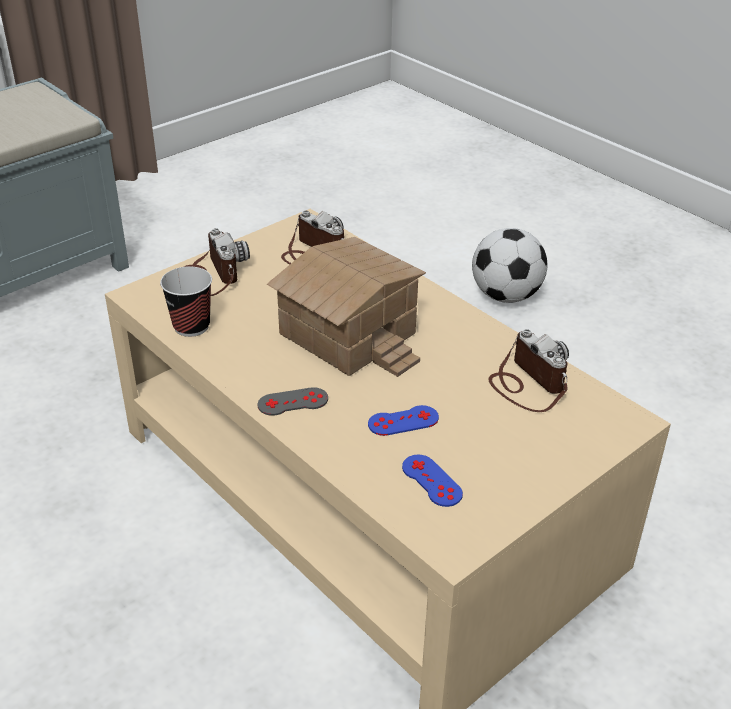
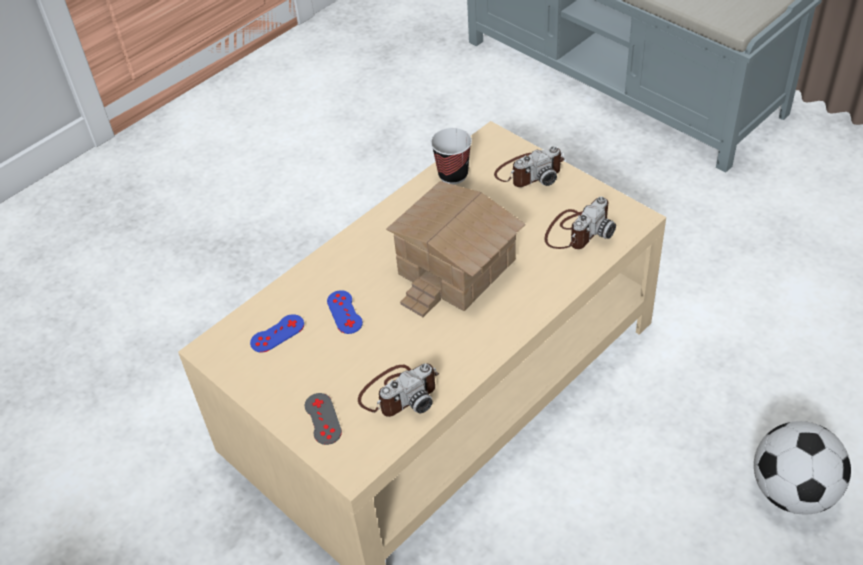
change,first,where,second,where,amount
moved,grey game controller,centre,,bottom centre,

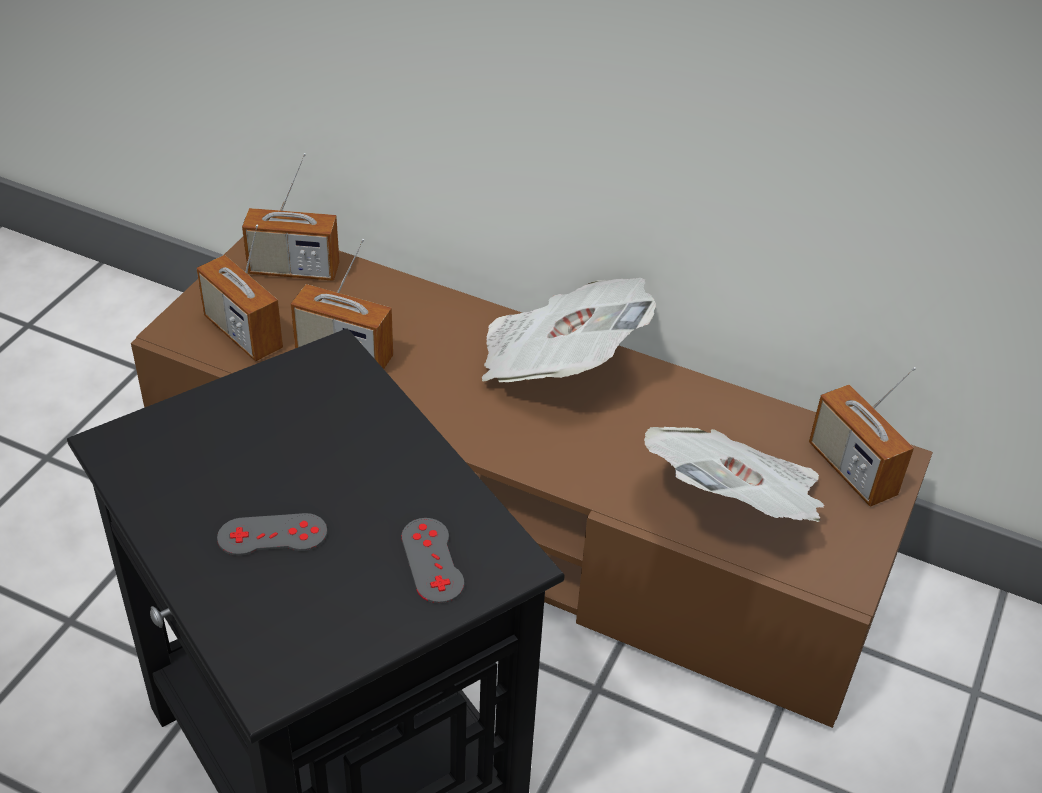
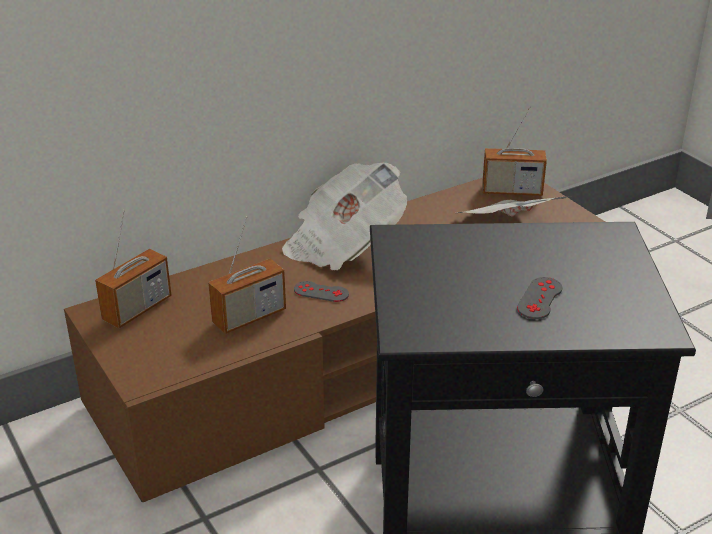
change,first,where,second,where,amount
moved,grey game controller (2nd from left in the first image),bottom centre,grey game controller (1st from left),centre,
removed,radio set (1st from left),middle left,,,

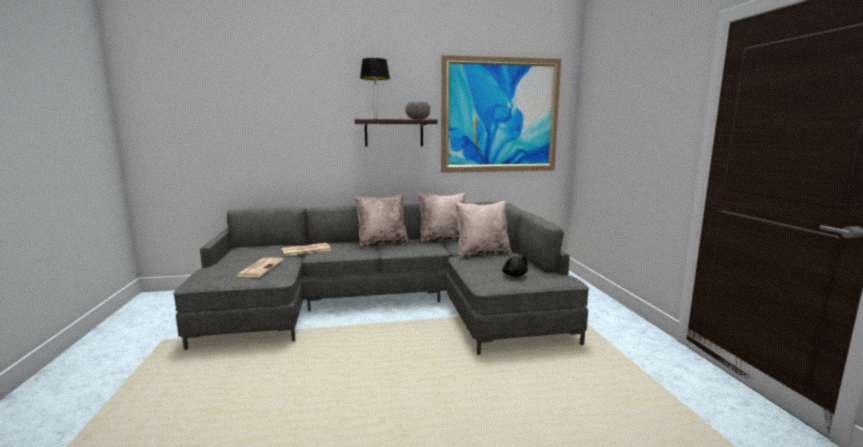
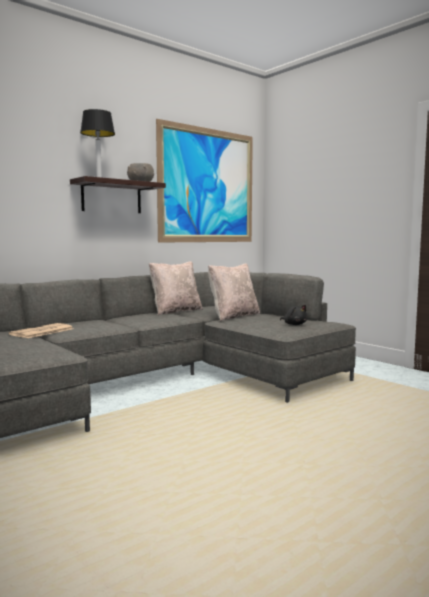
change,first,where,second,where,amount
removed,newspaper (1st from left),middle left,,,
removed,beige-coloured cushion (1st from left),centre,,,

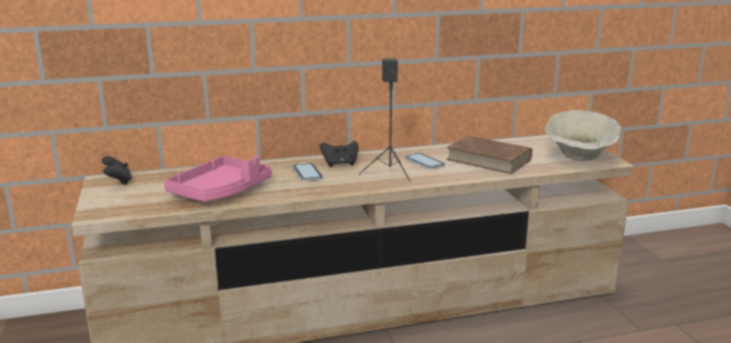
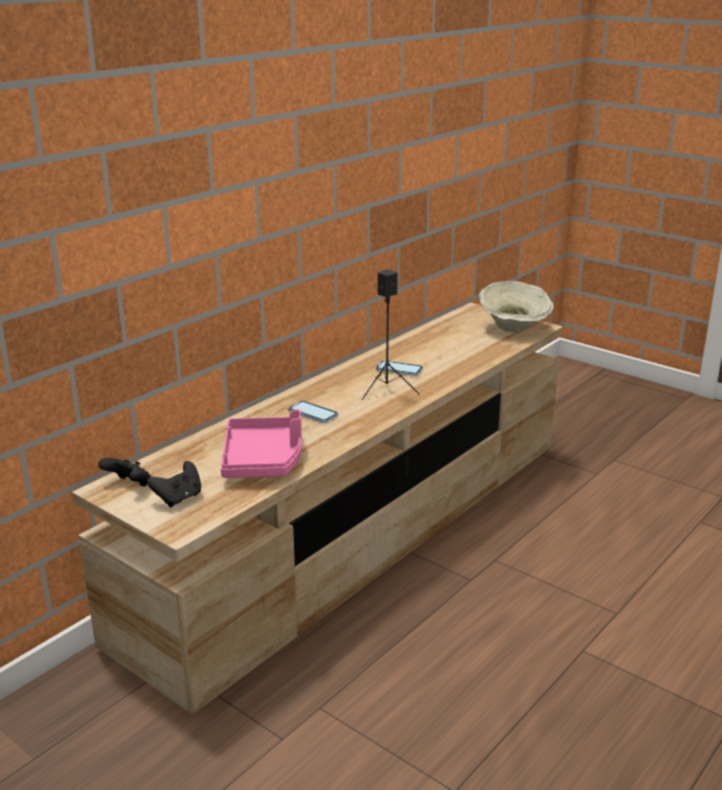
change,first,where,second,where,amount
moved,black-coloured game controller (2nd from left),centre,,middle left,
removed,brown-coloured volume,middle right,,,

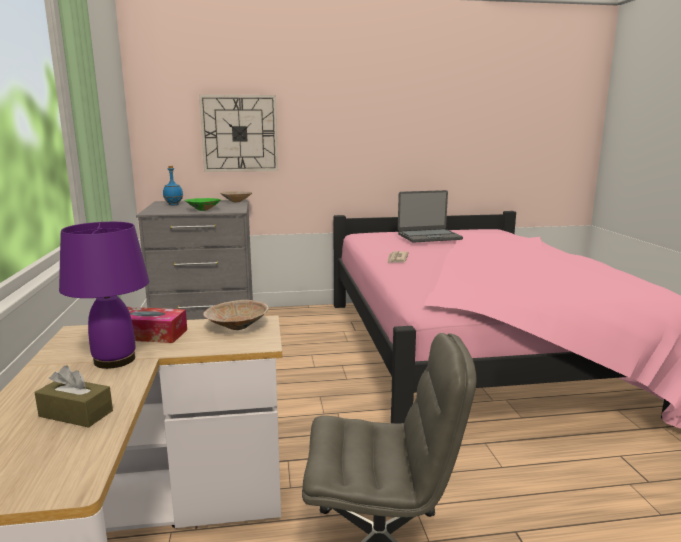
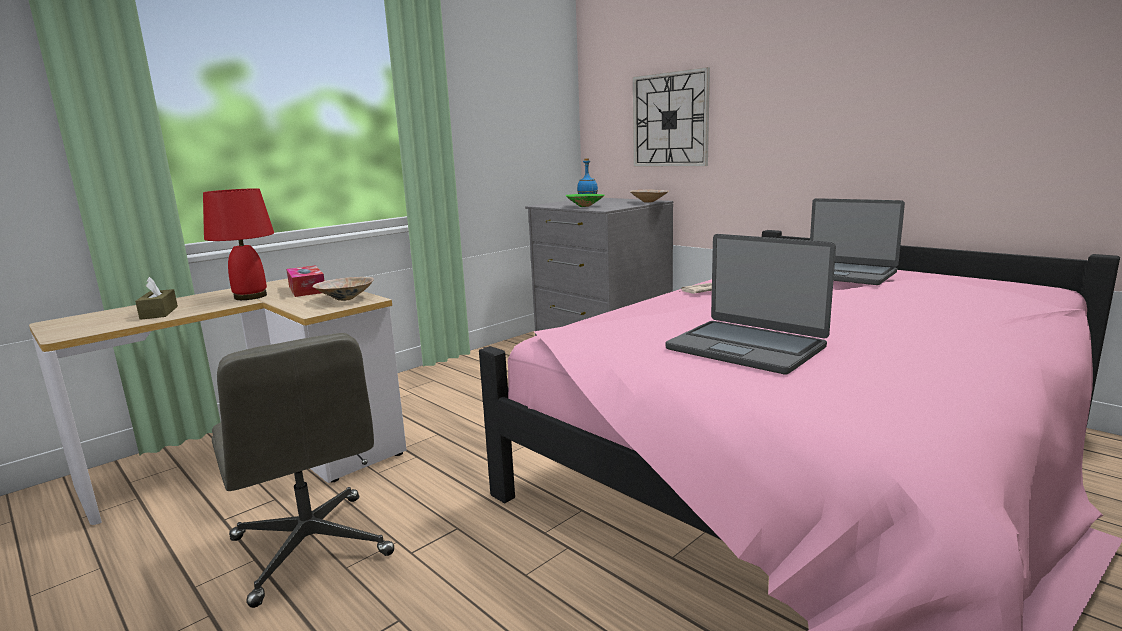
change,first,where,second,where,amount
recoloured,purple lamp for a table,middle left,red lamp for a table,middle left,
added,,,laptop (1st from left),middle right,

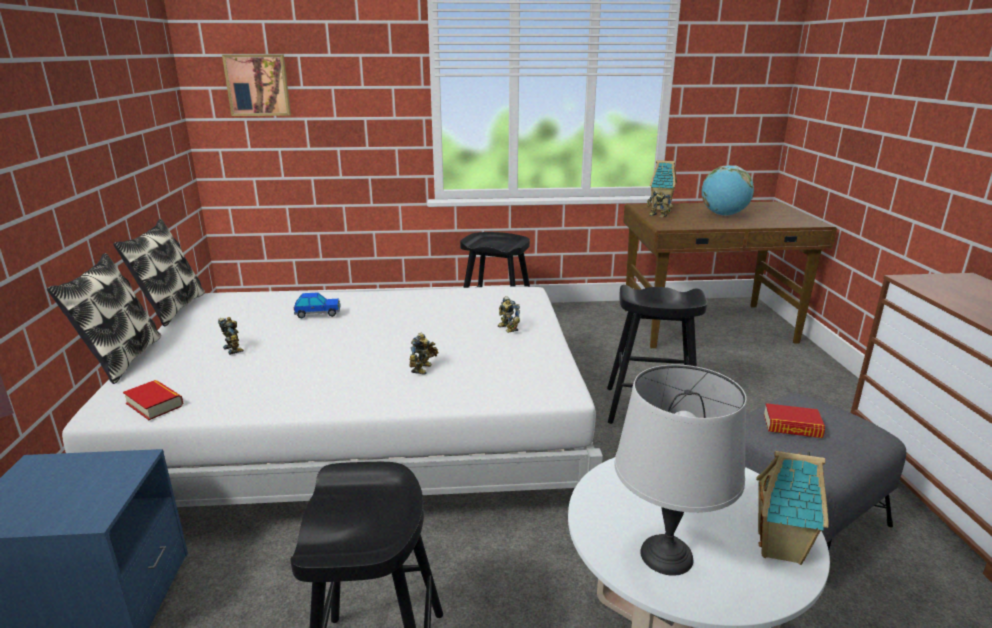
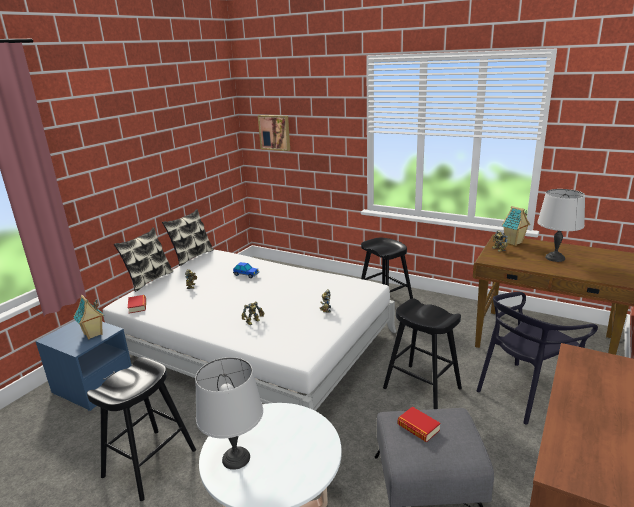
change,first,where,second,where,amount
moved,toy house (2nd from left in the first image),bottom right,toy house (1st from left),middle left,
added,,,black-coloured chair,bottom right,
replaced,globe,top right,grey lamp for a table (2nd from left),middle right,

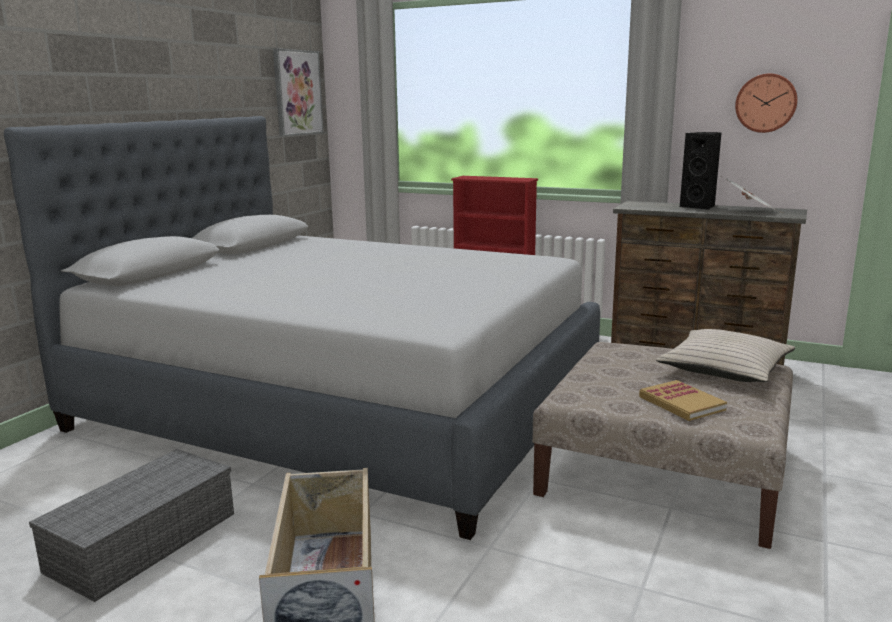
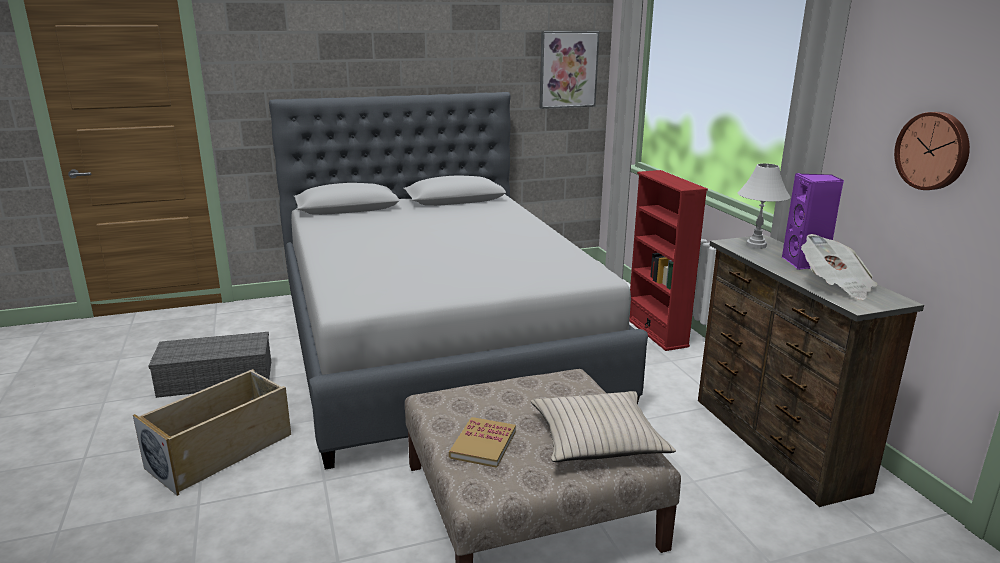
change,first,where,second,where,amount
added,,,white-coloured lamp for a table,middle right,
recoloured,black-coloured audio speaker,top right,purple audio speaker,middle right,

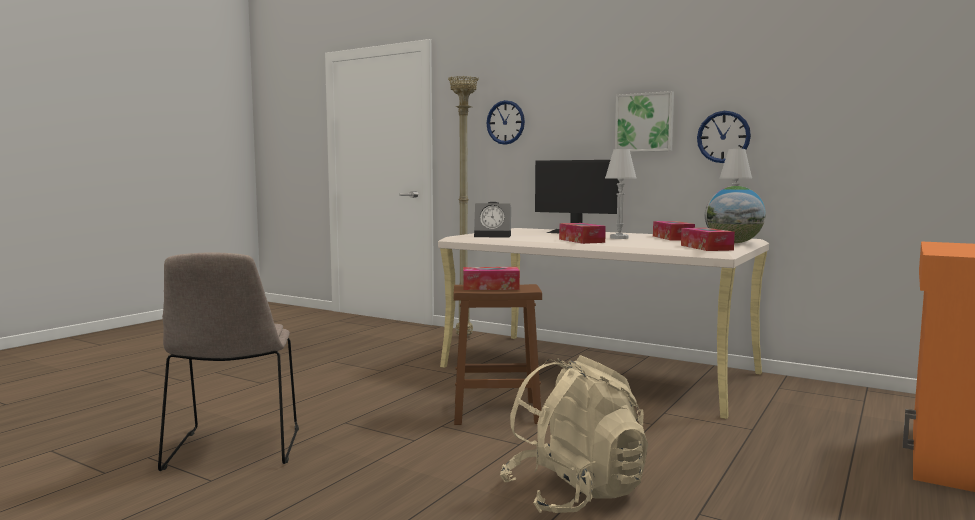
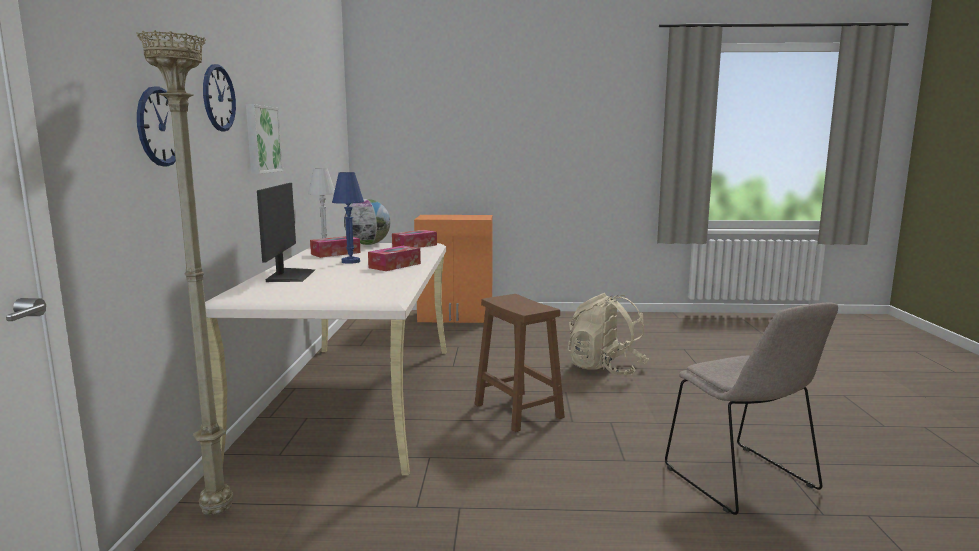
change,first,where,second,where,amount
moved,hanging clock (2nd from left),top right,,top left,
recoloured,white-coloured lamp for a table (1st from left),centre,bluish lamp for a table,centre,
turned,beige-coloured chair,bottom left,,bottom right,105 degrees clockwise
removed,box of tissues (1st from left),centre,,,
removed,table clock,centre,,,

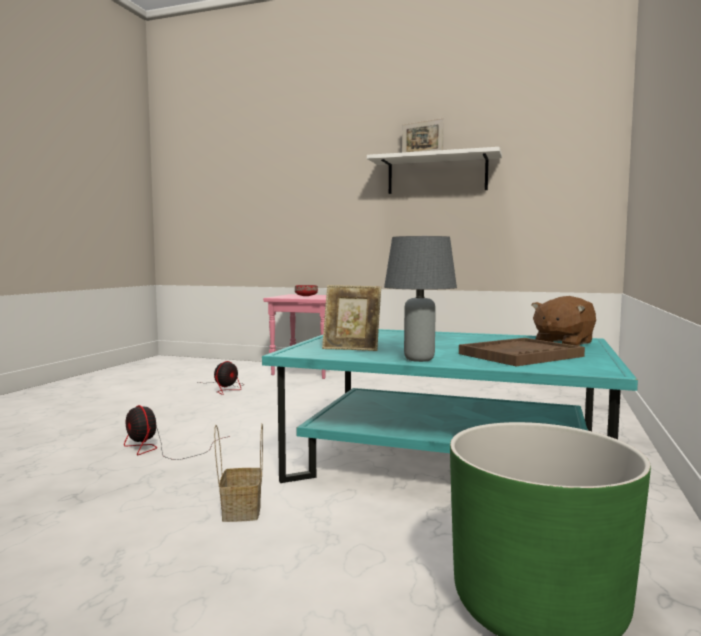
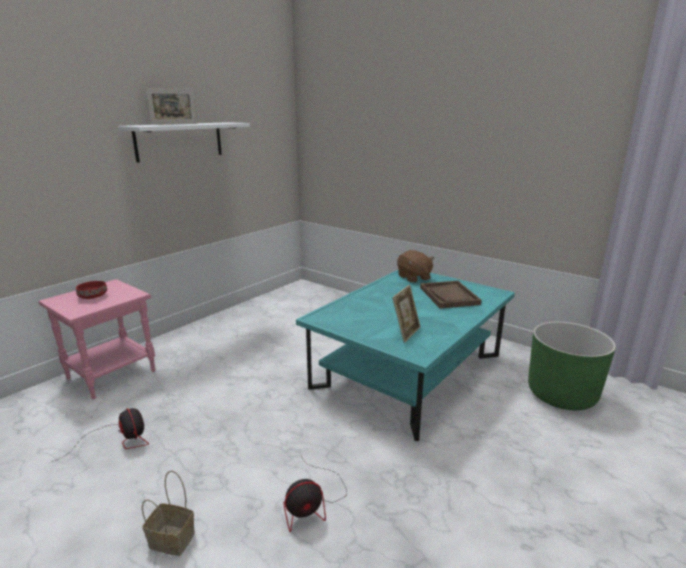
change,first,where,second,where,amount
moved,storage basket,bottom centre,,bottom left,
removed,grey lamp for a table,centre,,,

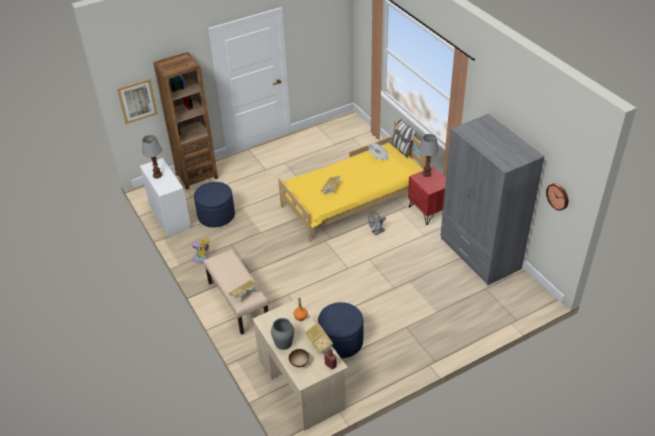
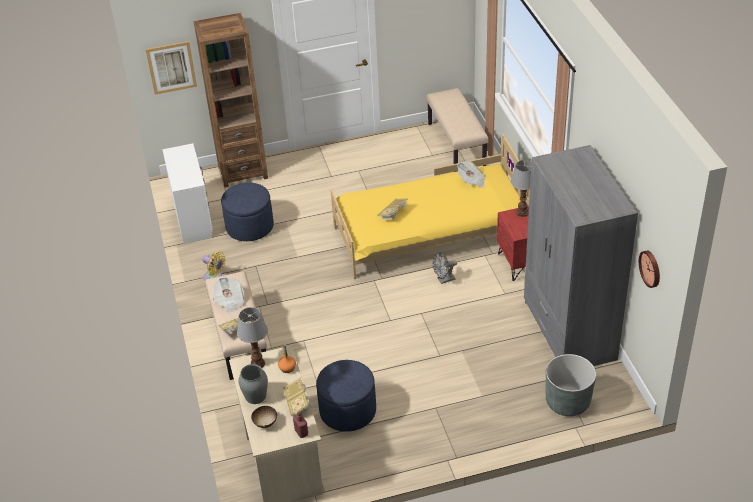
change,first,where,second,where,amount
added,,,newspaper (1st from left),middle left,
moved,lamp for a table (1st from left),middle left,,bottom centre,
added,,,beige-coloured indoor bench (2nd from left),top centre,
added,,,grey planter,bottom right,
removed,cushion,top centre,,,

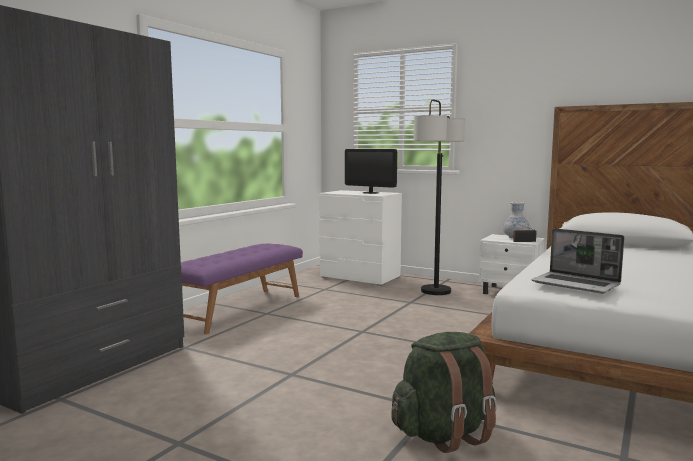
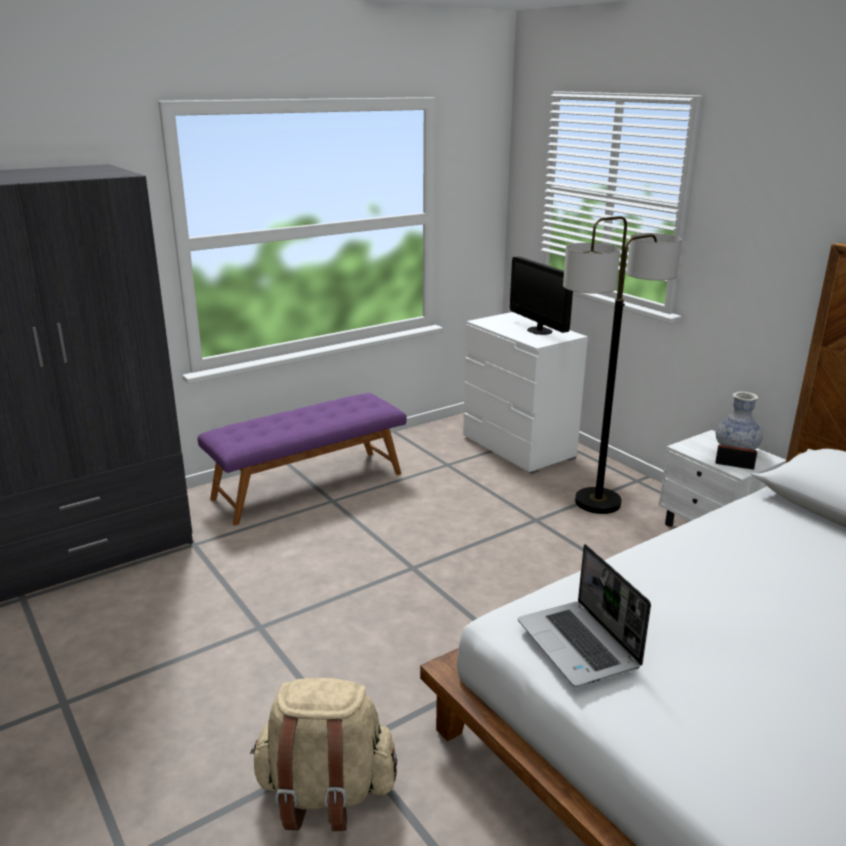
change,first,where,second,where,amount
recoloured,green knapsack,bottom centre,beige-coloured knapsack,bottom centre,

